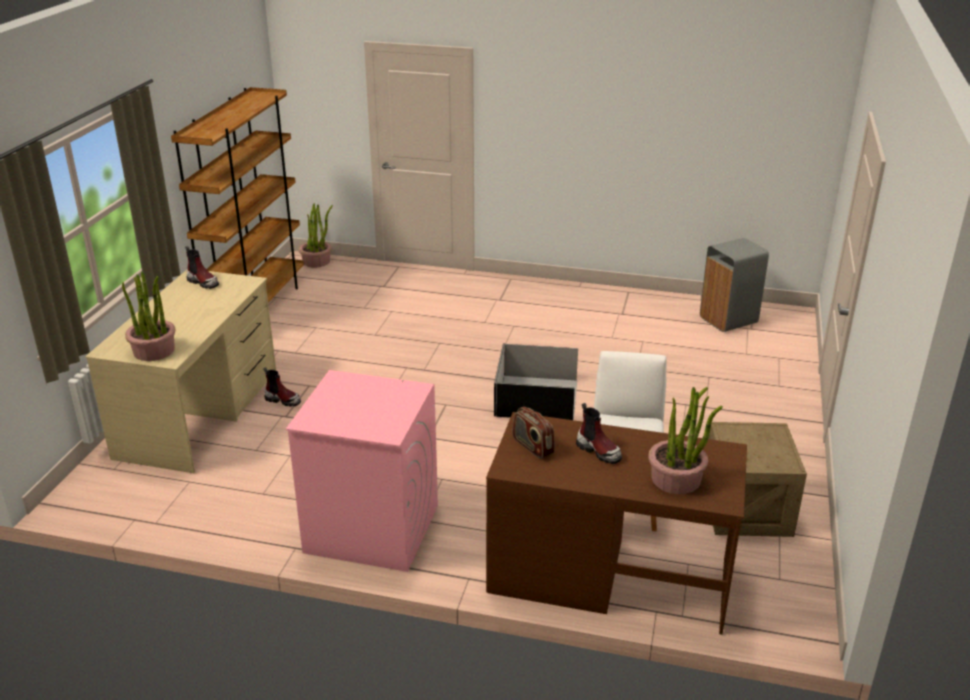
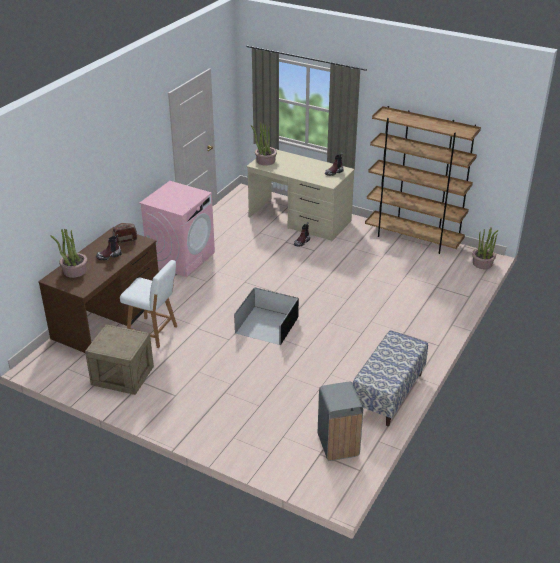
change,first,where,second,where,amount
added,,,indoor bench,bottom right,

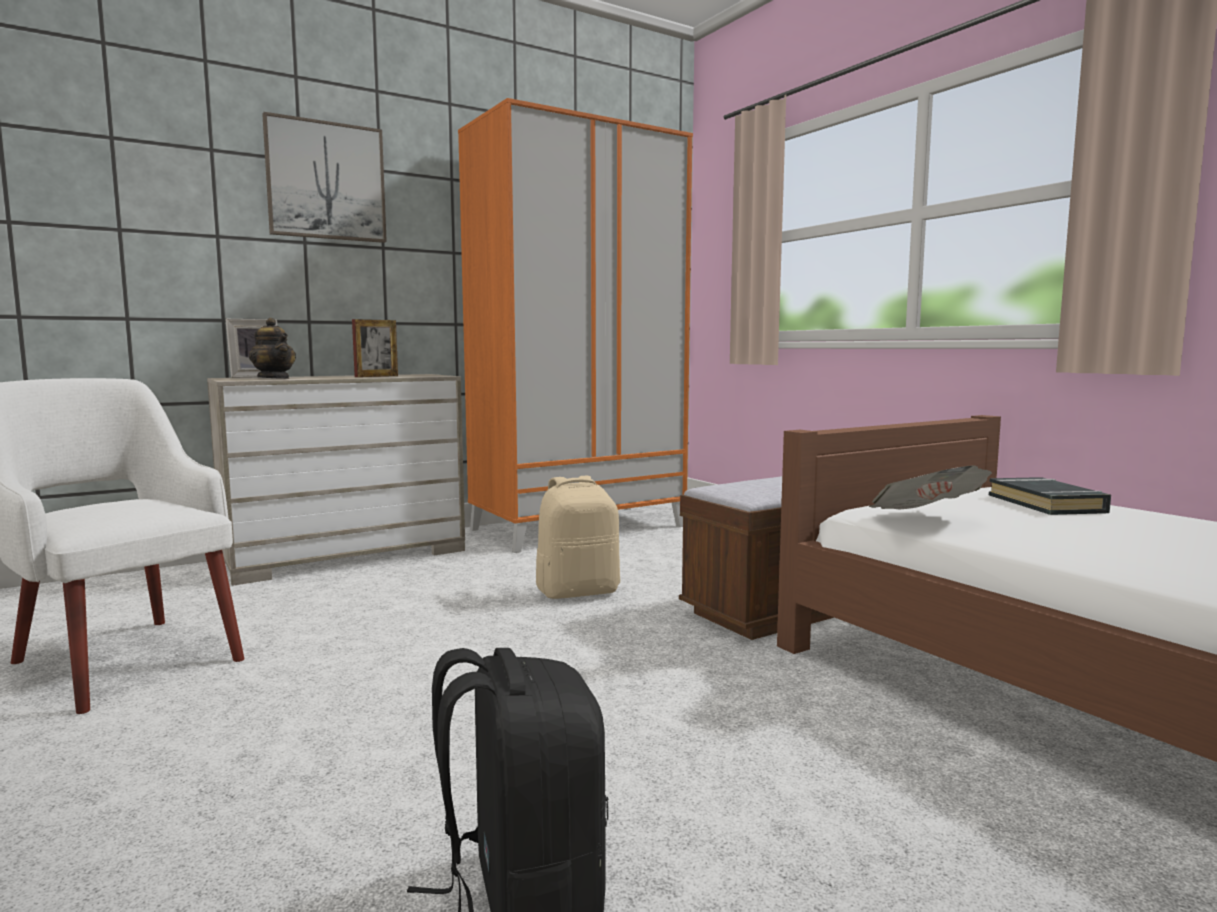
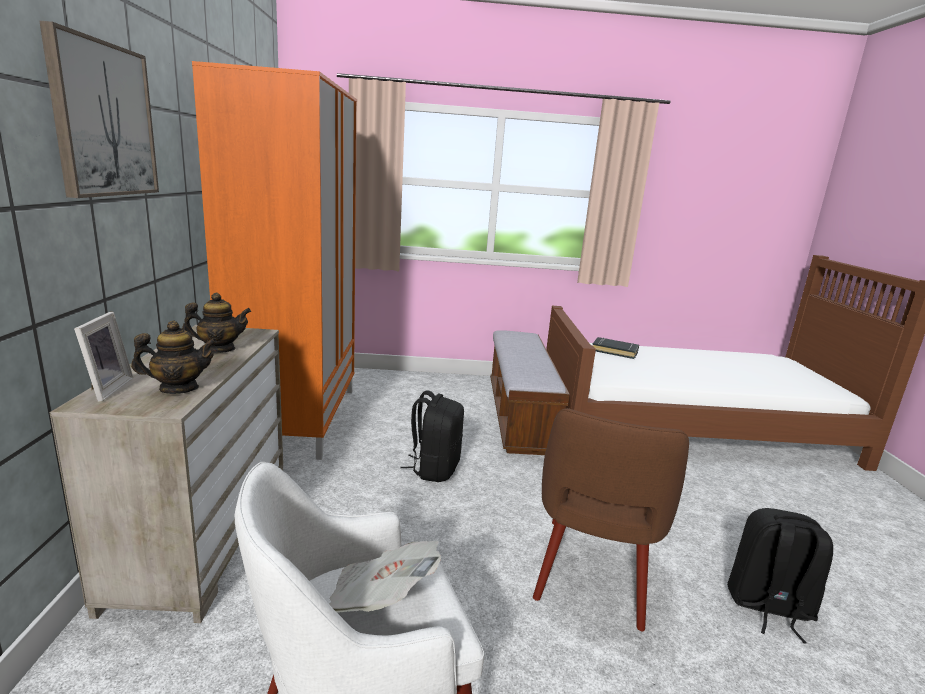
change,first,where,second,where,amount
replaced,standing frame (2nd from left),middle left,tea pot (2nd from left),middle left,
moved,newspaper,middle right,,bottom centre,
recoloured,beige-coloured knapsack,centre,black-coloured knapsack (1st from left),centre,
added,,,brown-coloured armchair,bottom centre,

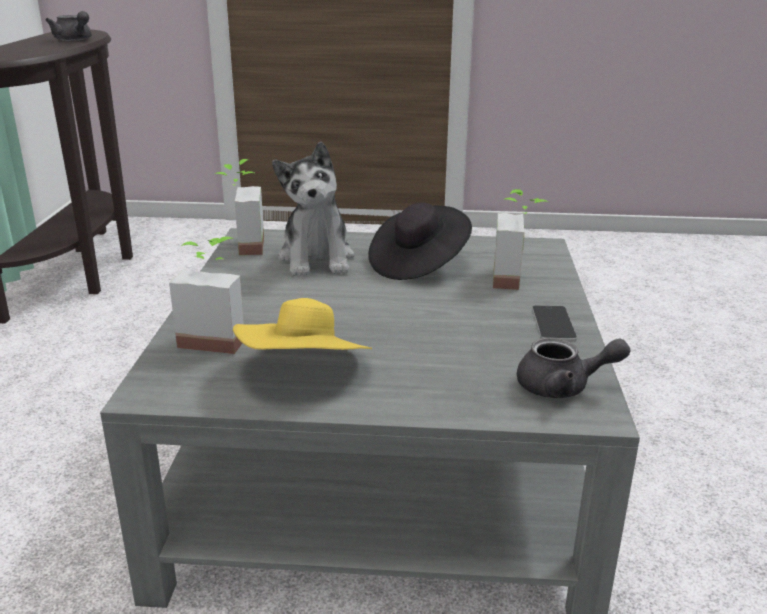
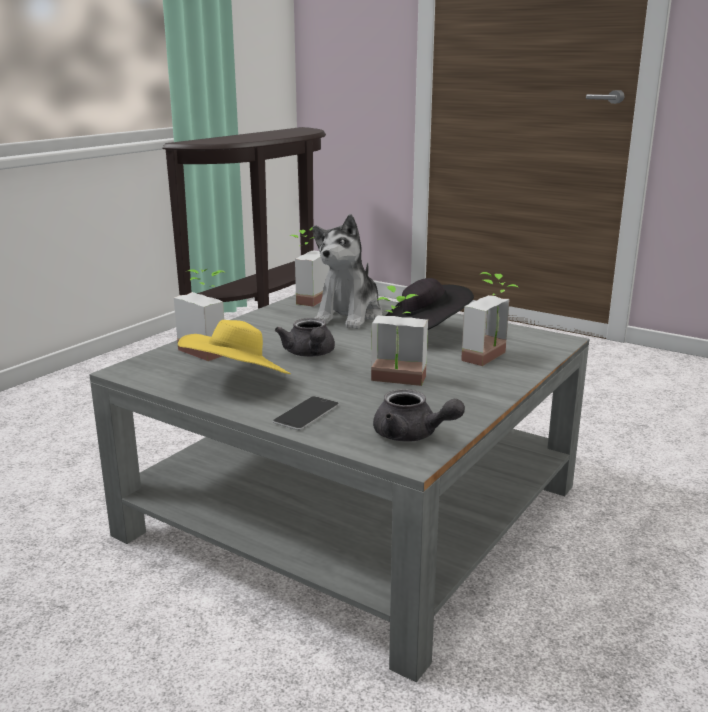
change,first,where,second,where,amount
moved,phone,middle right,,centre,
moved,grey tea pot (1st from left),top left,,centre,
added,,,potted plant (3rd from left),centre,

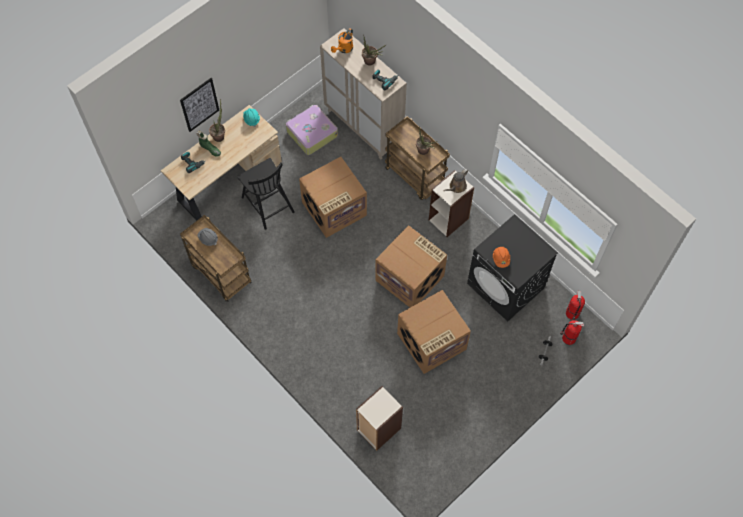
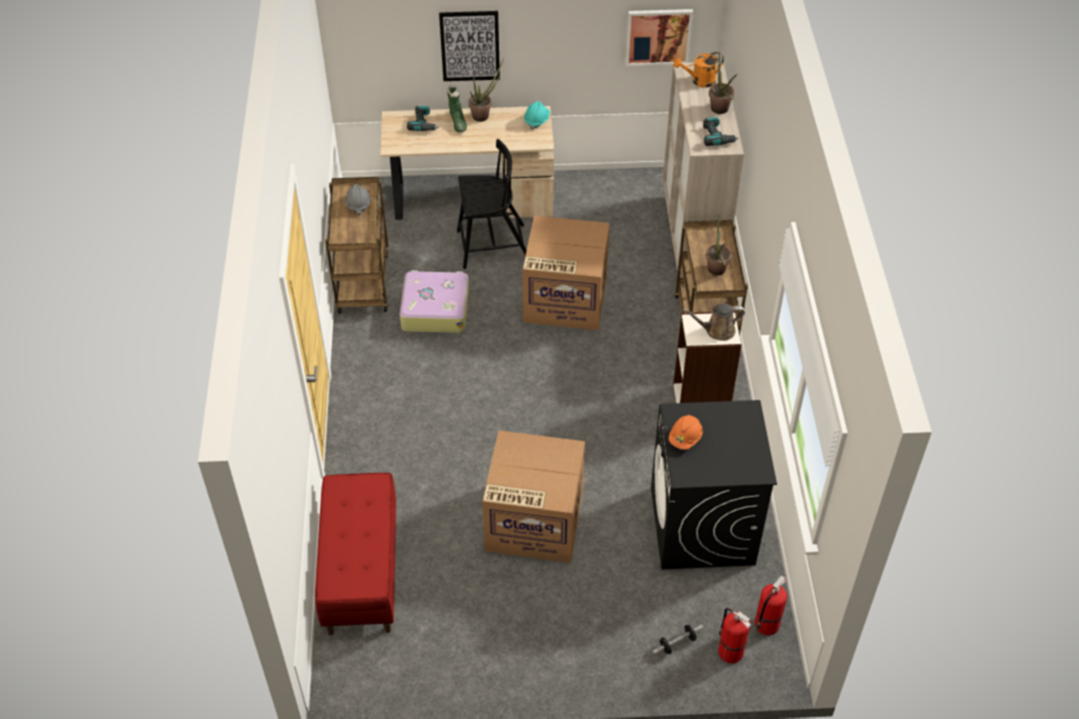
change,first,where,second,where,amount
replaced,bookshelf (1st from left),bottom centre,red indoor bench,bottom left,
moved,suitcase,top centre,,centre,
turned,black-coloured chair,centre,,top centre,105 degrees counterclockwise
added,,,wall picture (2nd from left),top centre,
removed,packing box (2nd from left),centre,,,

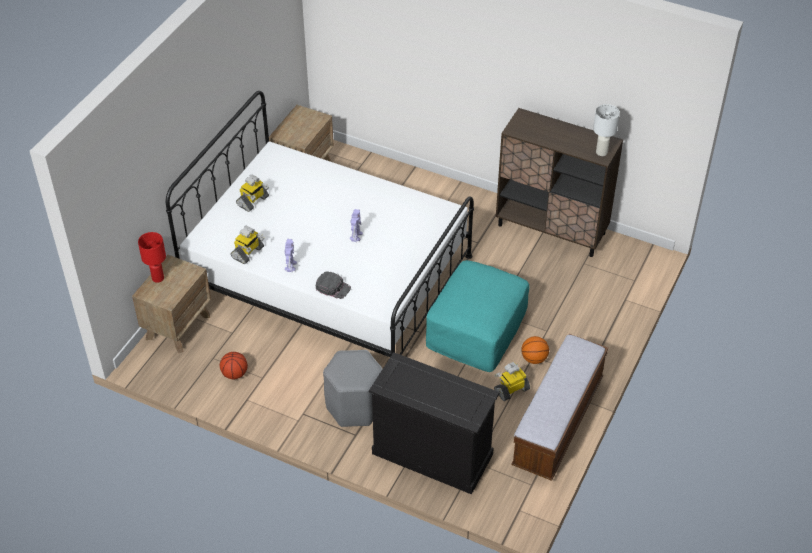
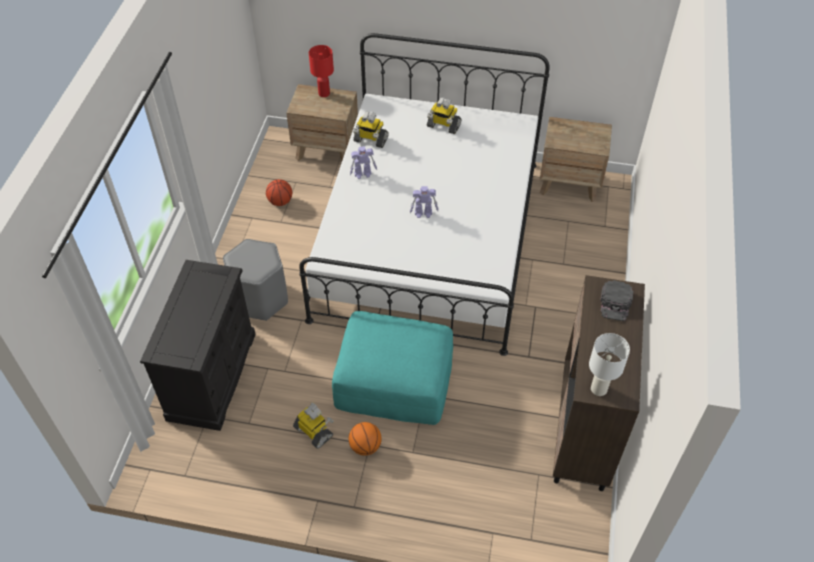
change,first,where,second,where,amount
moved,black-coloured peaked cap,centre,,middle right,
removed,indoor bench,bottom right,,,

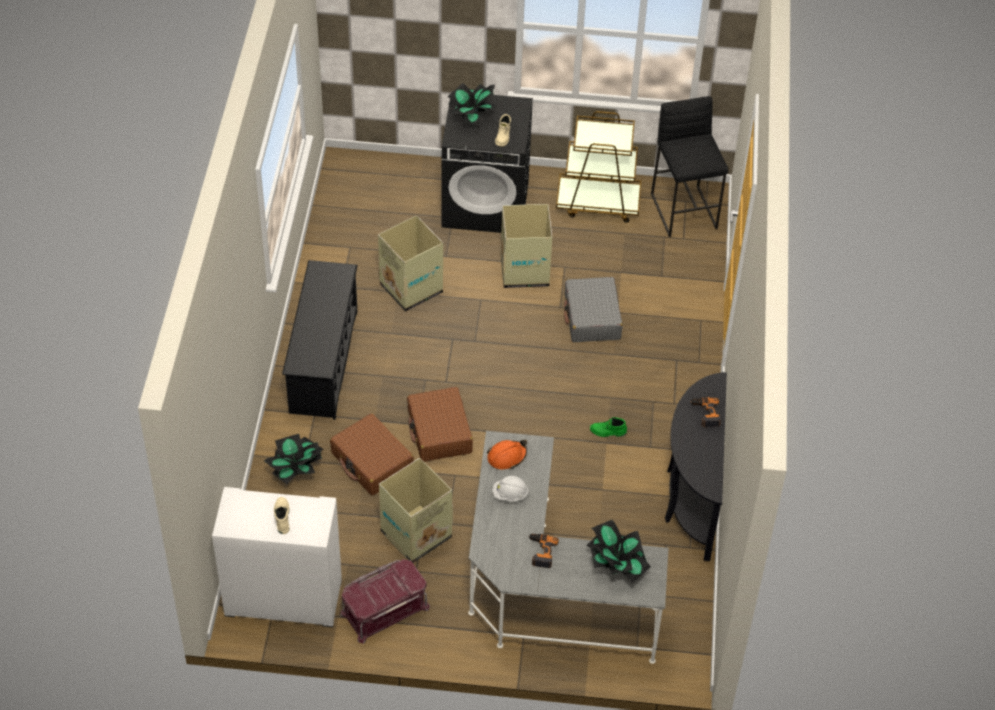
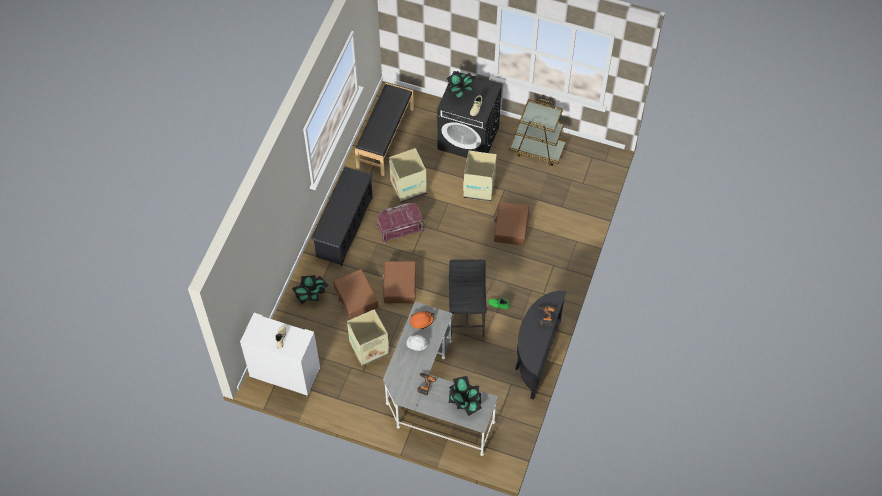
change,first,where,second,where,amount
added,,,black-coloured indoor bench,top centre,
moved,red storage box,bottom centre,,centre,
moved,black-coloured stool seat,top right,,centre,
recoloured,grey suitcase,centre,brown-coloured suitcase (3rd from left),centre,

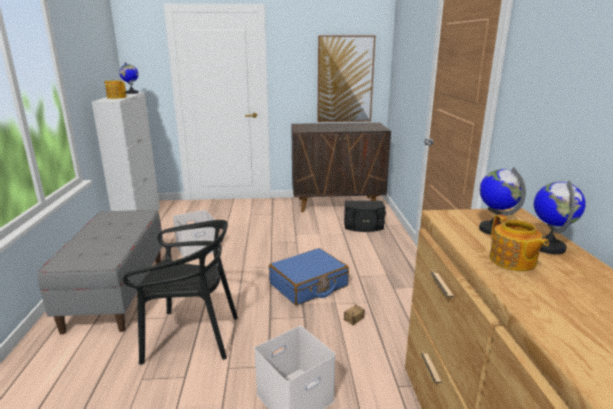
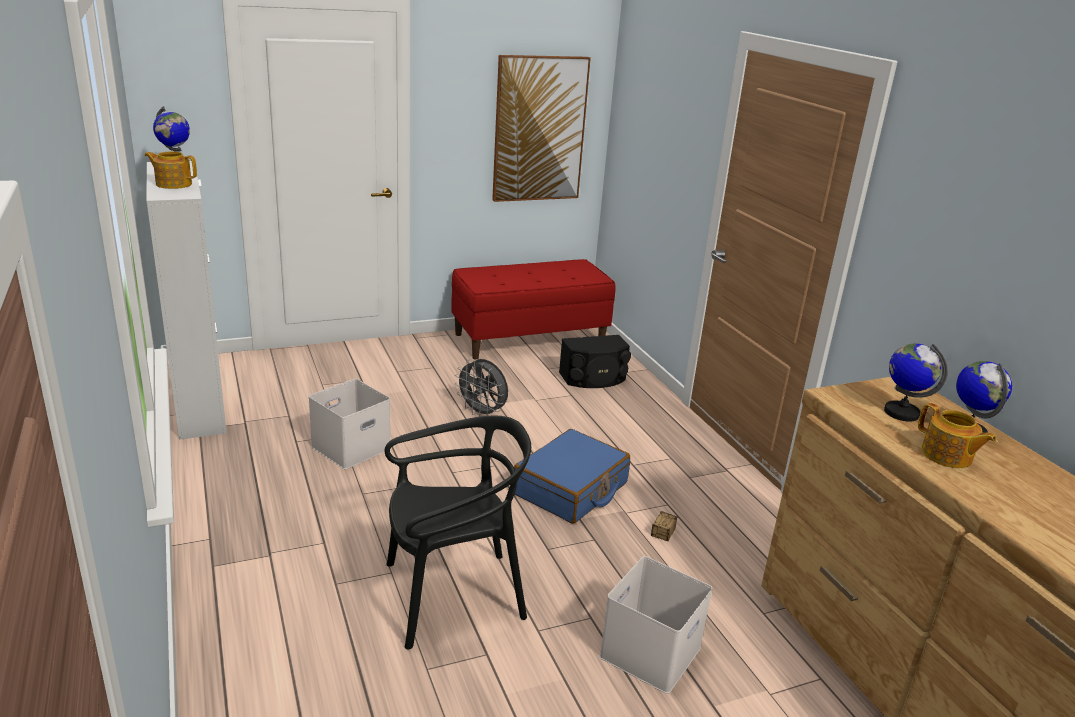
change,first,where,second,where,amount
replaced,brown-coloured storage cabinet,centre,red indoor bench,centre,
added,,,grey electric fan,centre,
removed,grey indoor bench,middle left,,,

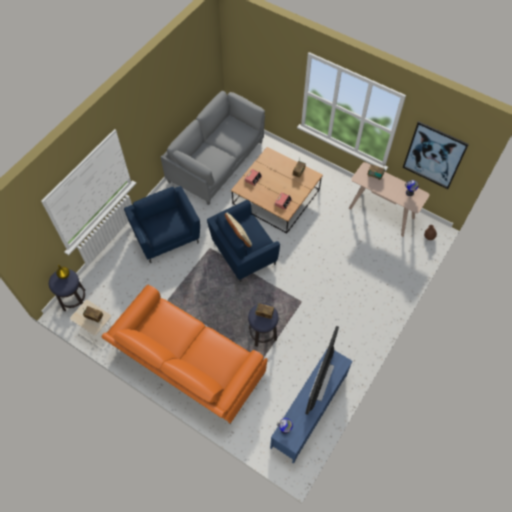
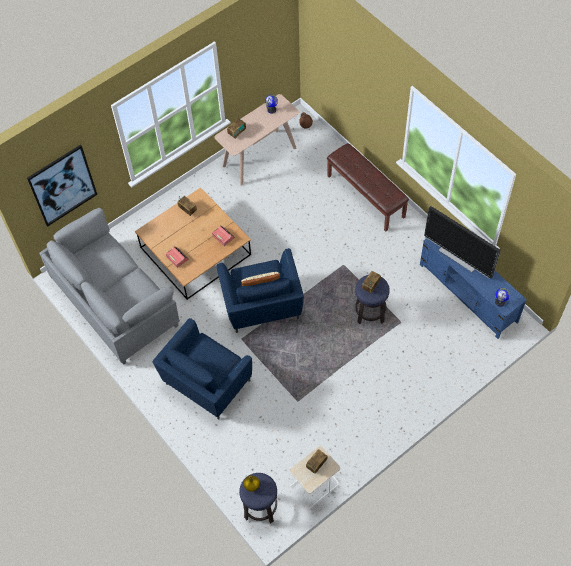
change,first,where,second,where,amount
moved,wall picture,top right,,top left,
turned,bluish armchair (1st from left),middle left,,centre,45 degrees counterclockwise
added,,,brown-coloured indoor bench,top centre,
removed,orange-coloured couch,bottom centre,,,

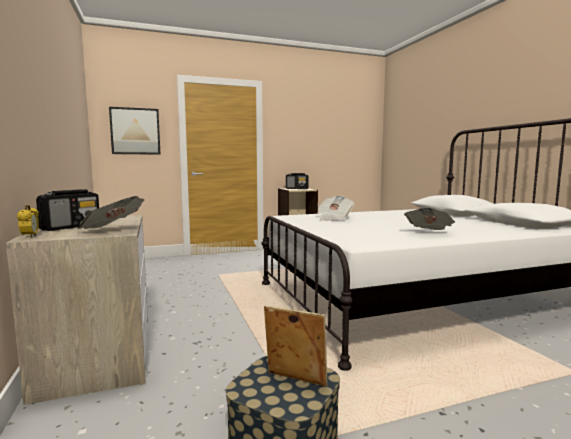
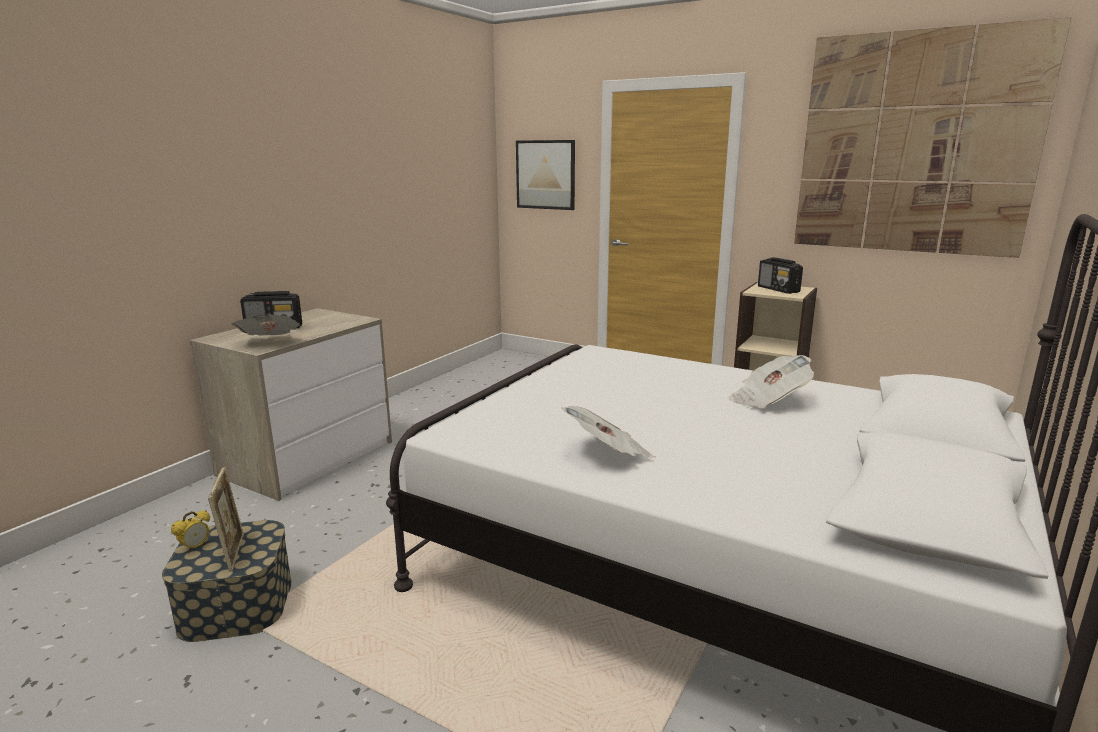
change,first,where,second,where,amount
moved,table clock,middle left,,bottom left,
moved,newspaper (2nd from left in the first image),centre,newspaper (3rd from left),middle right,
added,,,wall picture (2nd from left),top right,

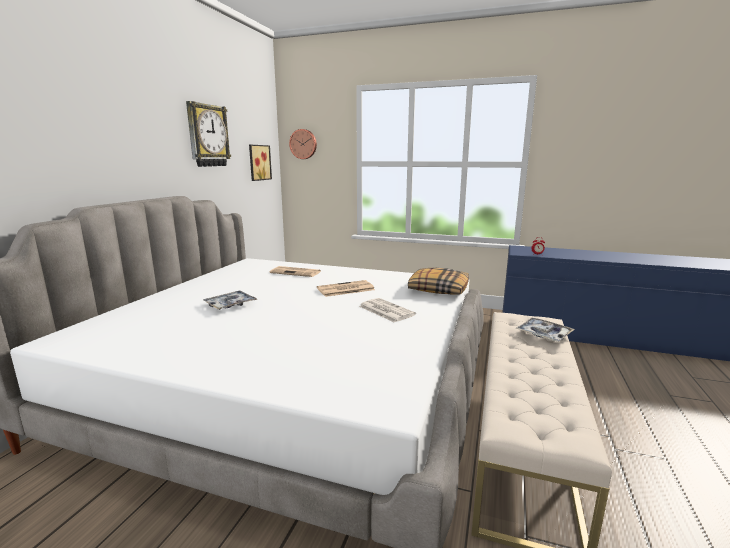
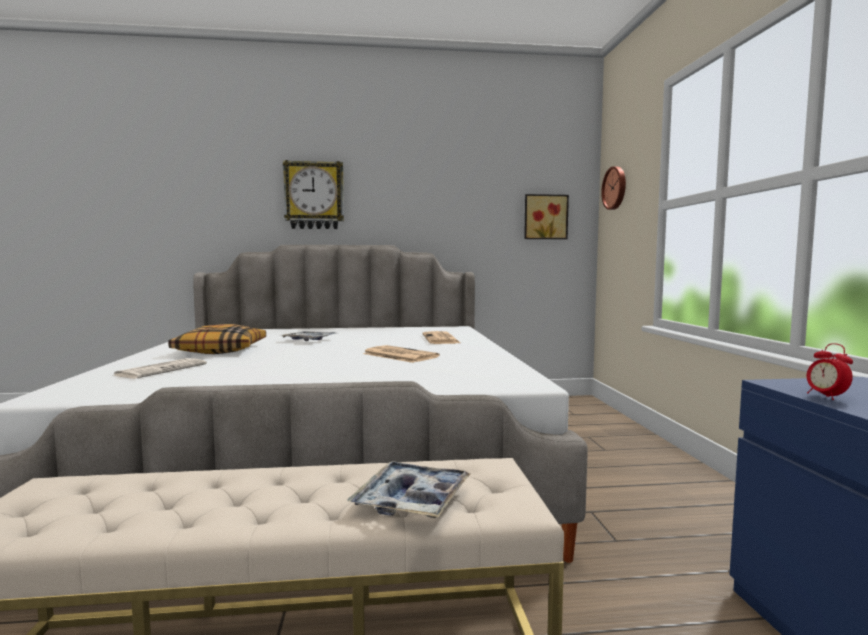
change,first,where,second,where,amount
moved,newspaper (3rd from left in the first image),centre,newspaper (1st from left),middle left,
moved,cushion,centre,,middle left,
moved,hanging clock (1st from left),top left,,top centre,

